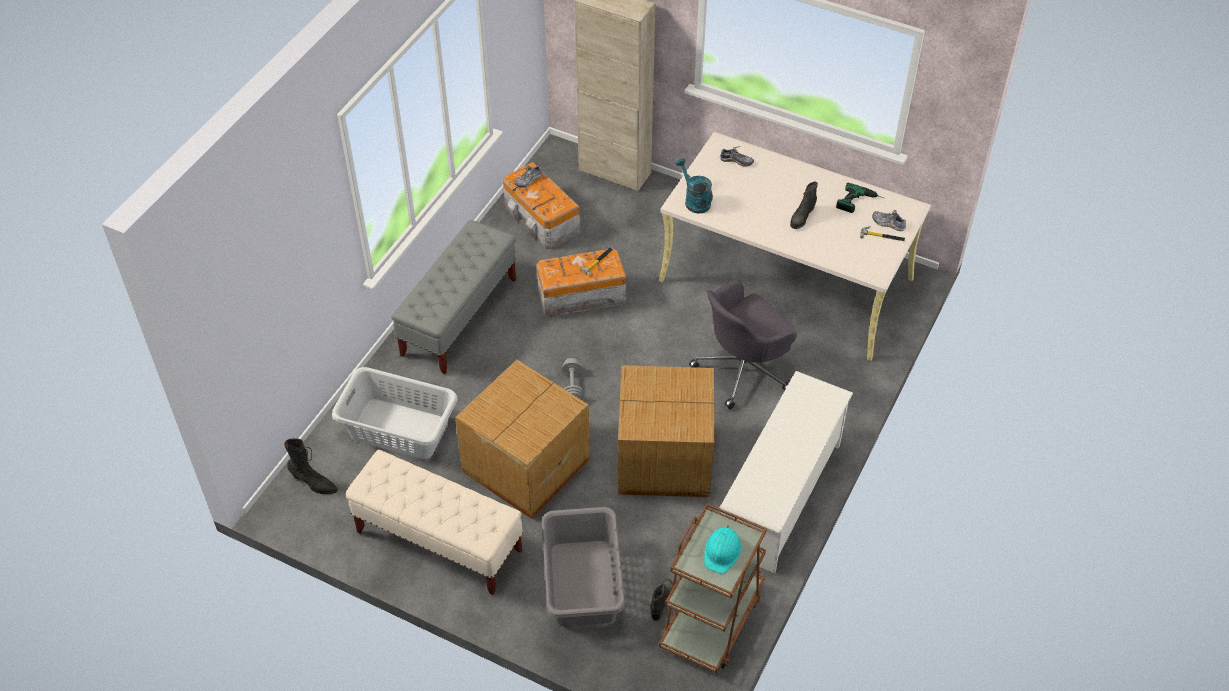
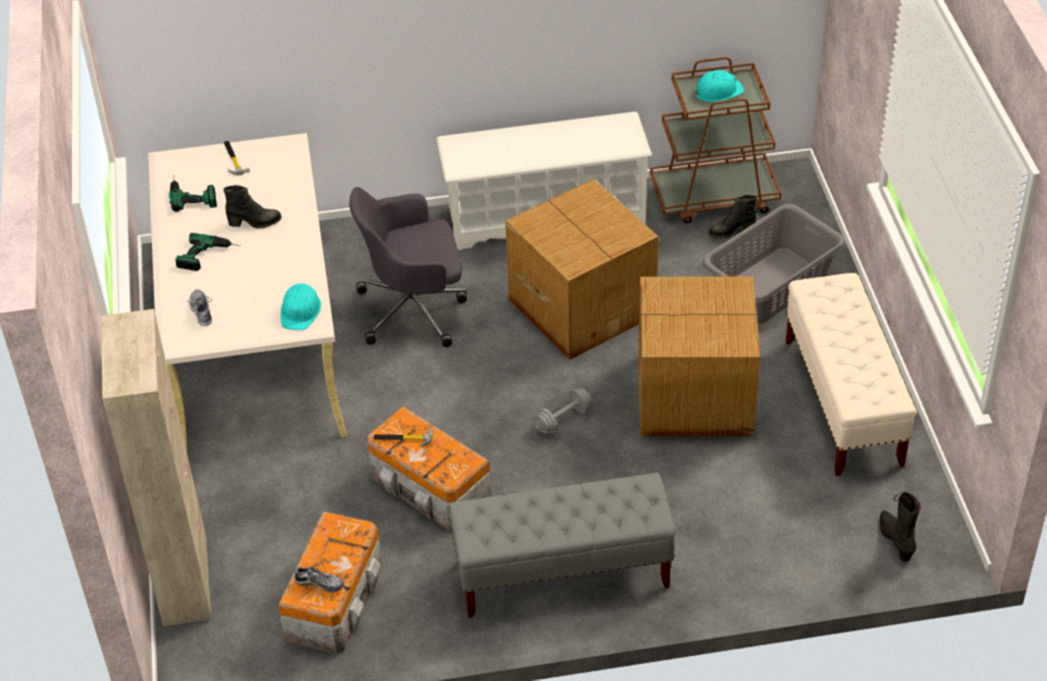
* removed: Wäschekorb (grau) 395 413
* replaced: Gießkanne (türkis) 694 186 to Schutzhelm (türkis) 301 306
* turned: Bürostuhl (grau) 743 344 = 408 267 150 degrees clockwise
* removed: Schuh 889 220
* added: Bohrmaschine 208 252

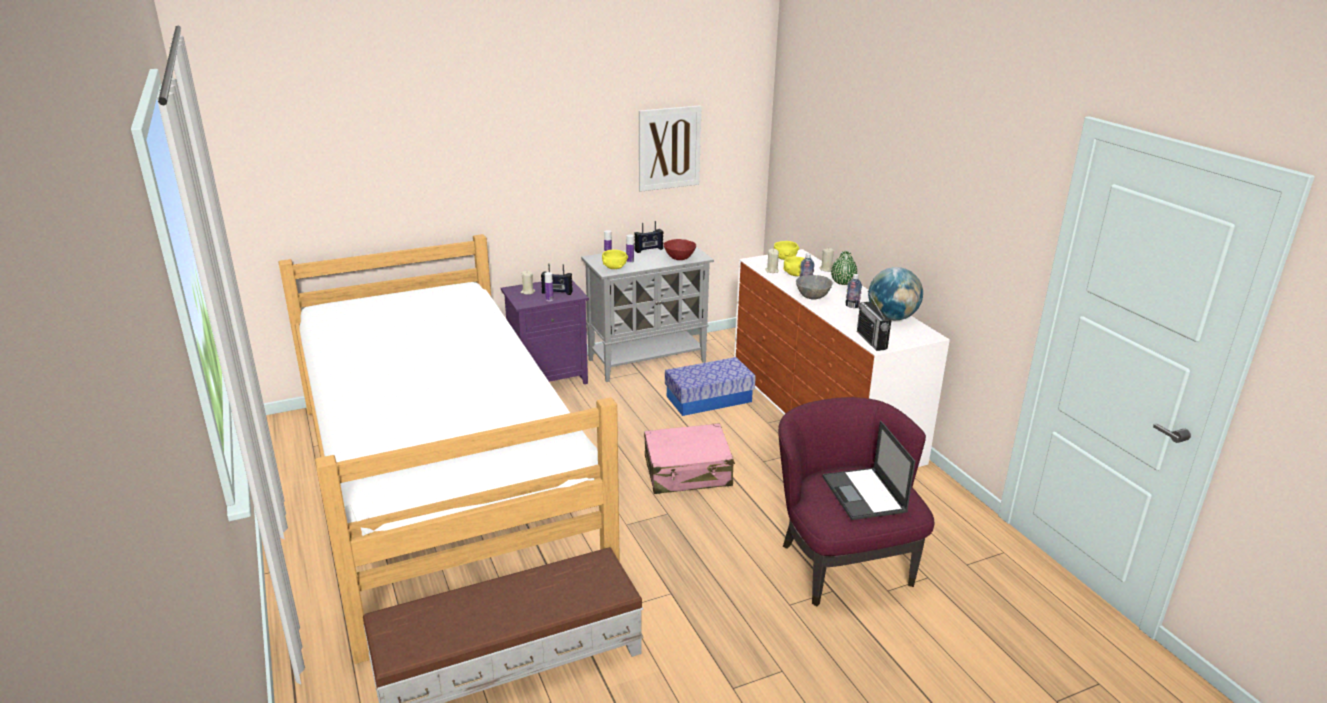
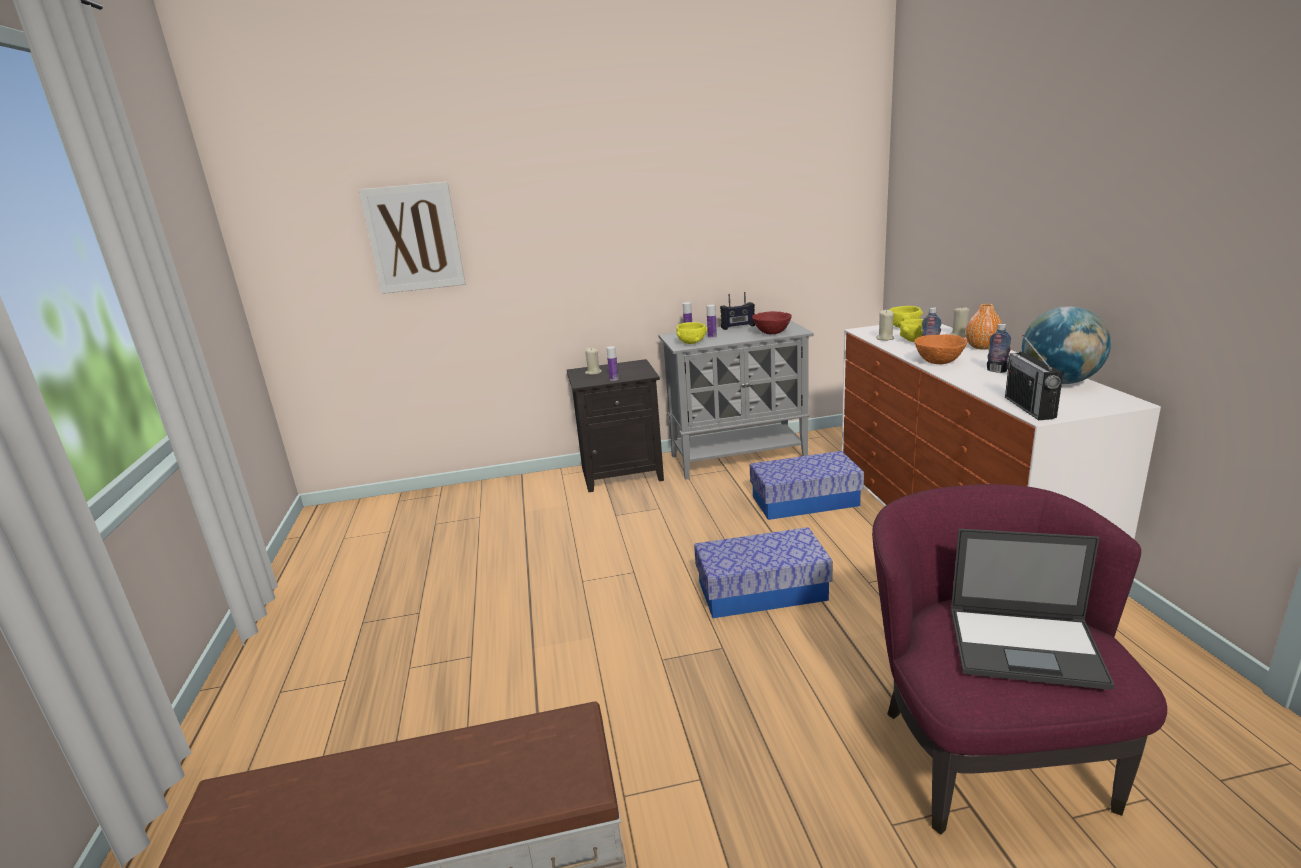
* removed: Bett 449 449
* recoloured: Nachttisch (lila) 545 332 to Nachttisch (schwarz) 615 425
* removed: Radio 557 279
* moved: Bild 670 148 to 412 237
* replaced: Koffer (rosa) 689 458 to Aufbewahrungsbox 763 572
* recoloured: Schüssel (grau) 814 287 to Schüssel (orange) 940 349
* turned: Laptop 869 470 = 1033 609 75 degrees counterclockwise
* recoloured: Vase (grün) 844 268 to Vase (orange) 983 327

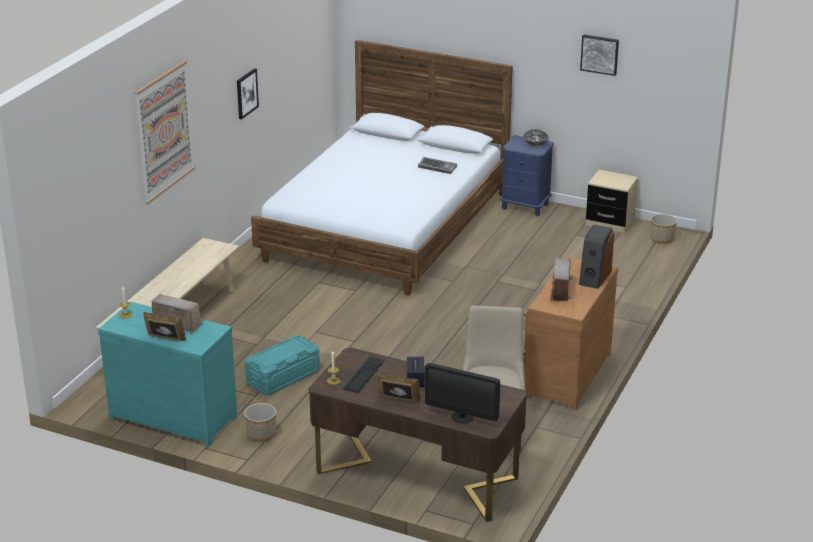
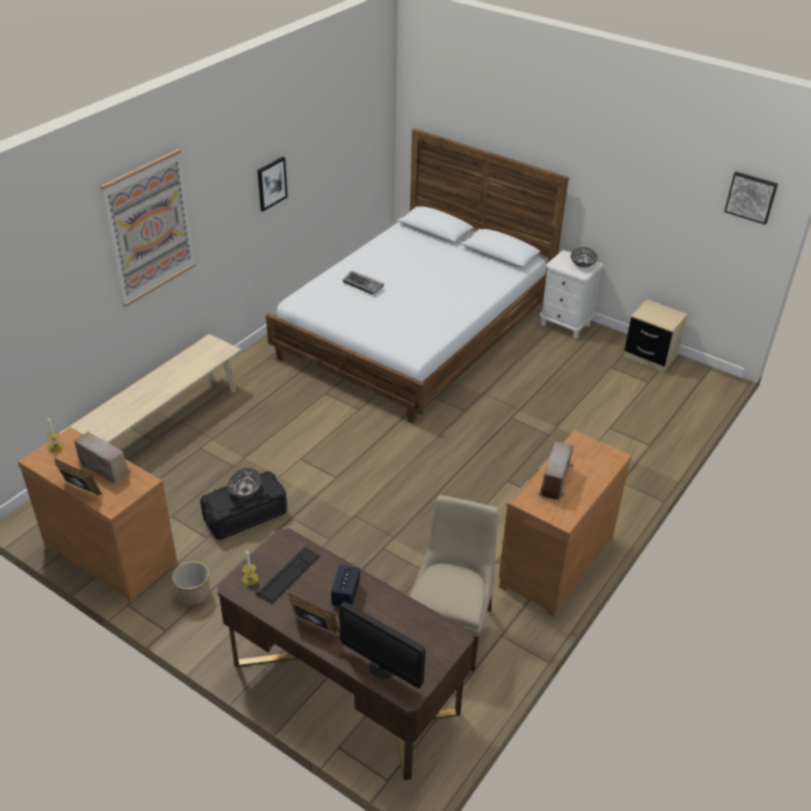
* recoloured: Kommode (türkis) 167 374 to Kommode (braun) 98 515
* recoloured: Aufbewahrungsbox (türkis) 282 365 to Aufbewahrungsbox (schwarz) 243 505
* moved: Tastatur 437 165 to 363 283
* recoloured: Nachttisch (blau) 527 175 to Nachttisch (weiß) 571 294
* removed: Lautsprecher 596 256
* moved: Bild 599 55 to 751 198
* removed: Pflanzkübel 664 229
* added: Schüssel 244 483

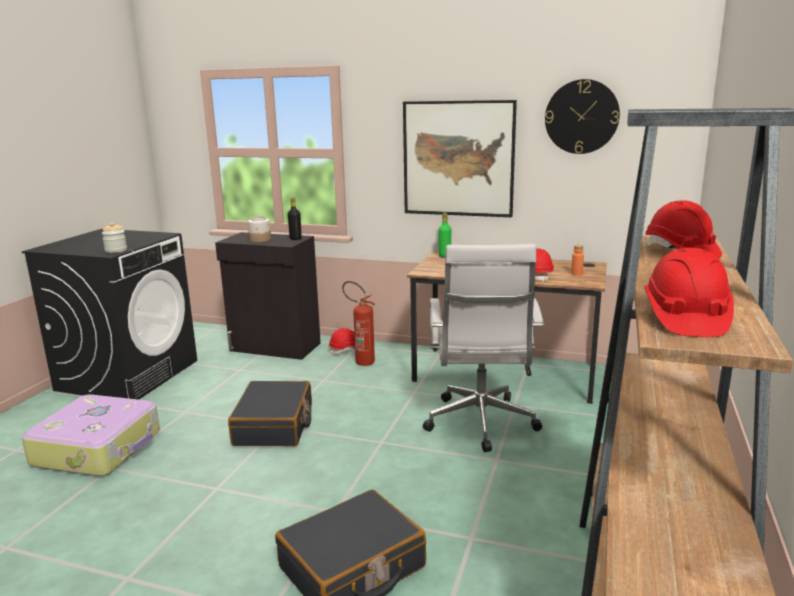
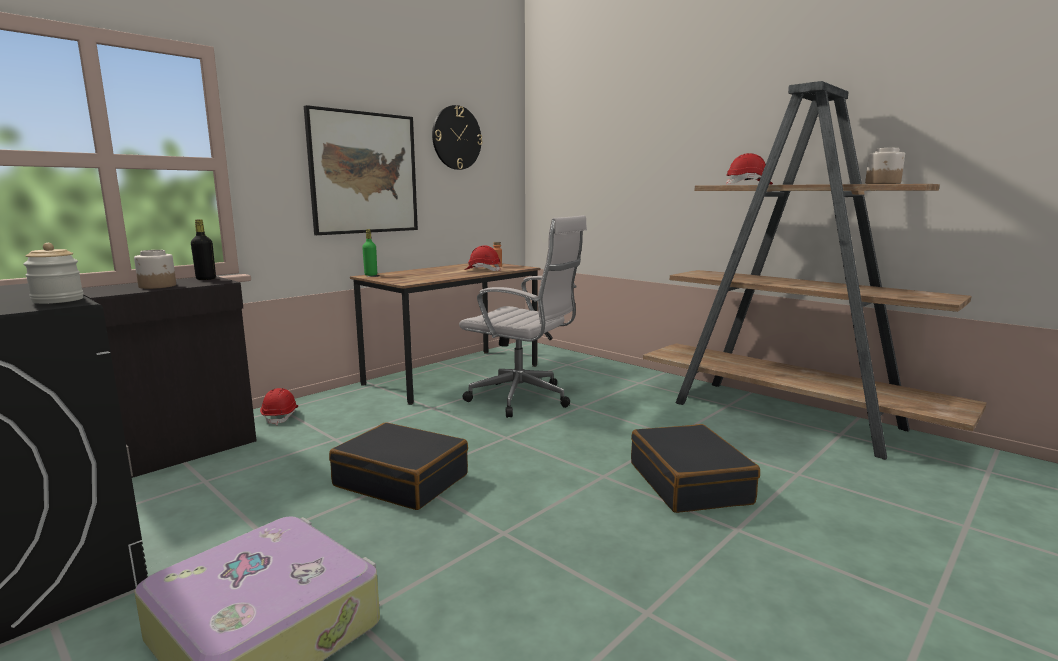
* removed: Feuerlöscher 358 323
* replaced: Schutzhelm (rot) 689 292 to Vorratsglas 885 166

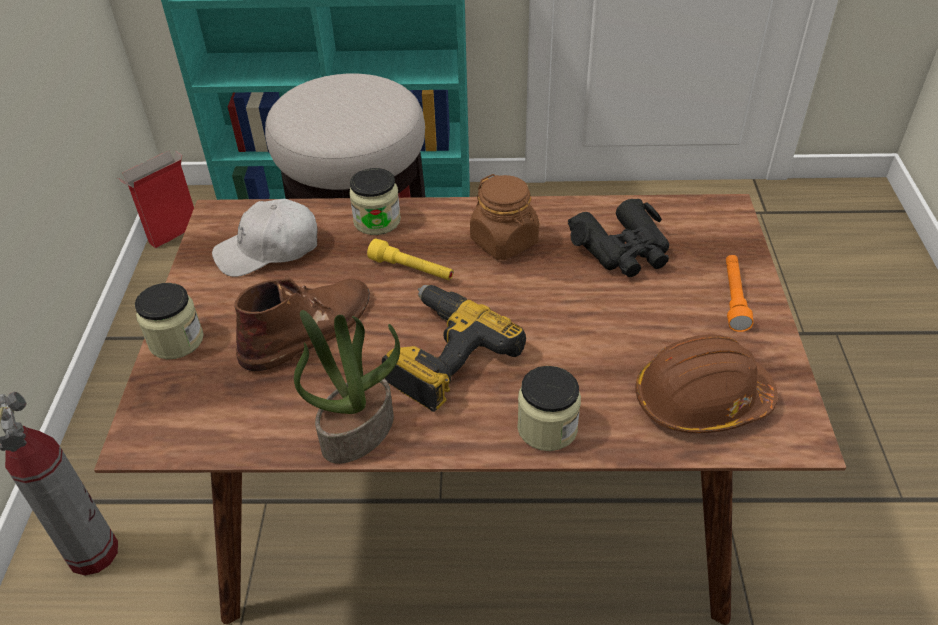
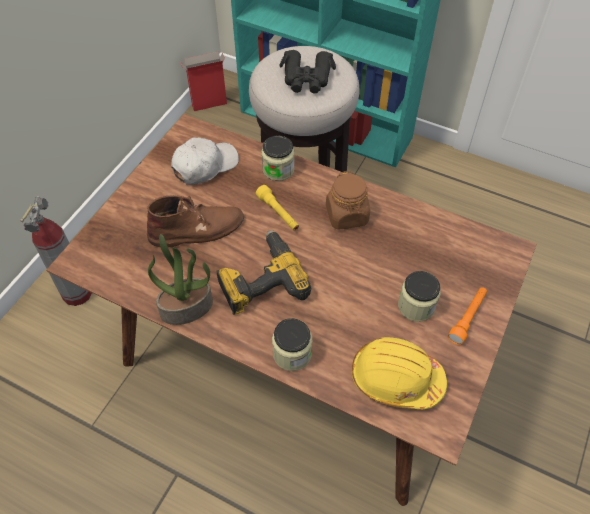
* moved: Vorratsglas 169 321 to 419 296
* turned: Kappe (weiß) 264 238 = 205 161 135 degrees clockwise
* moved: Fernglas (schwarz) 618 238 to 307 71
* recoloured: Schutzhelm (braun) 706 384 to Schutzhelm (gelb) 399 373

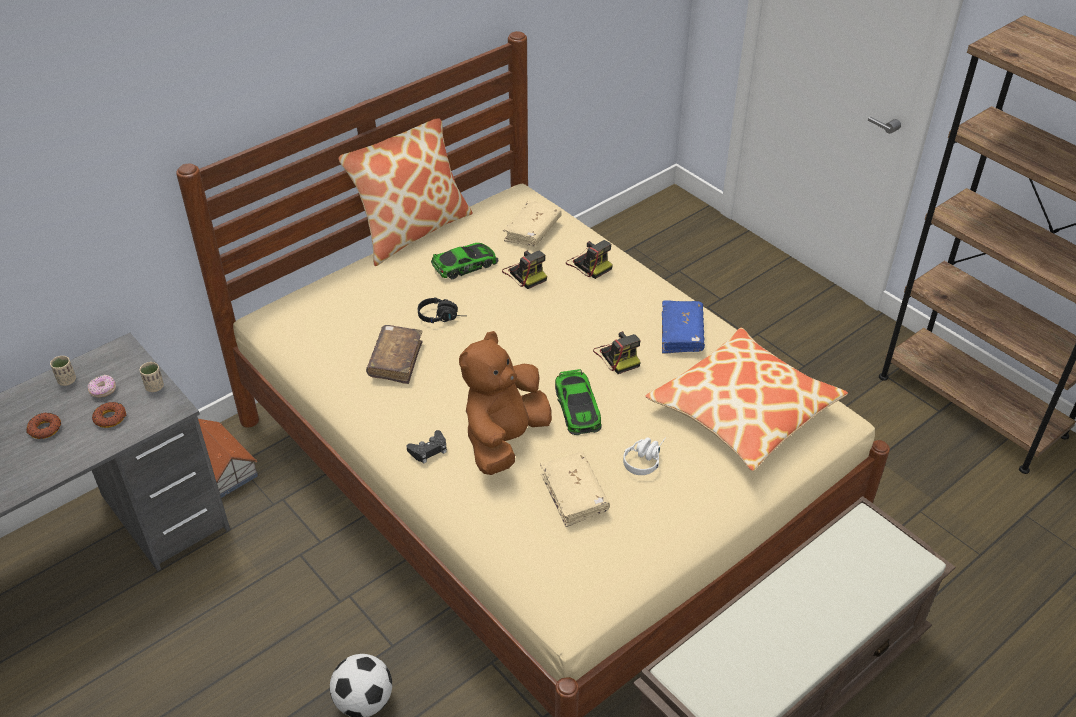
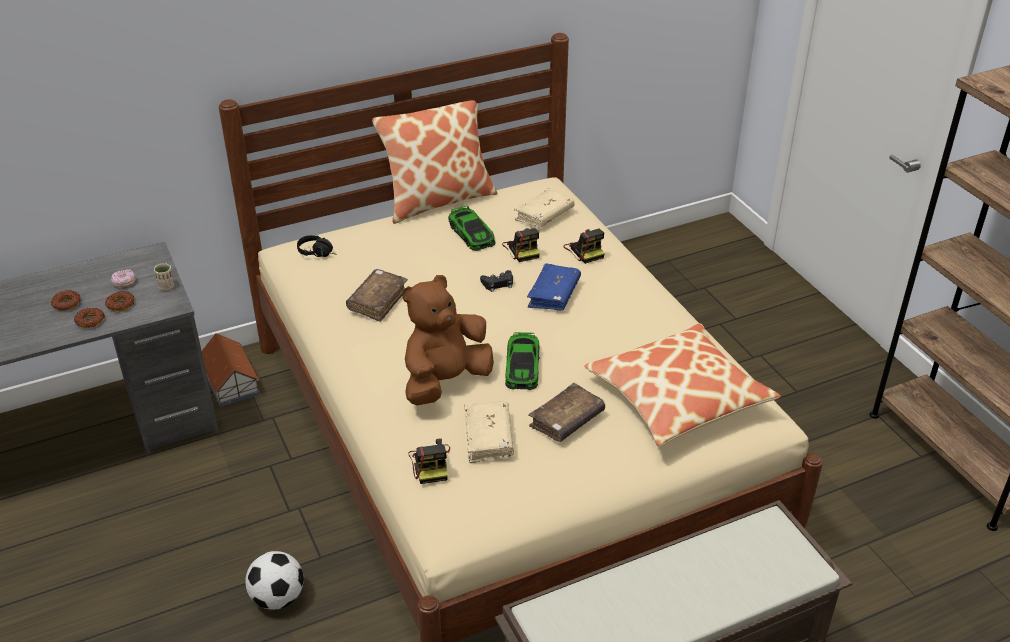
* removed: Tasse (beige) 63 371
* moved: Gamepad (schwarz) 427 447 to 496 281
* moved: Kopfhörer (schwarz) 441 310 to 317 246
* turned: Spielzeugauto 464 261 = 472 228 75 degrees clockwise
* moved: Kamera 617 352 to 429 461
* replaced: Kopfhörer (weiß) 644 456 to Buch (braun) 566 412
* moved: Buch (blau) 683 327 to 554 287
* added: Donut 89 317

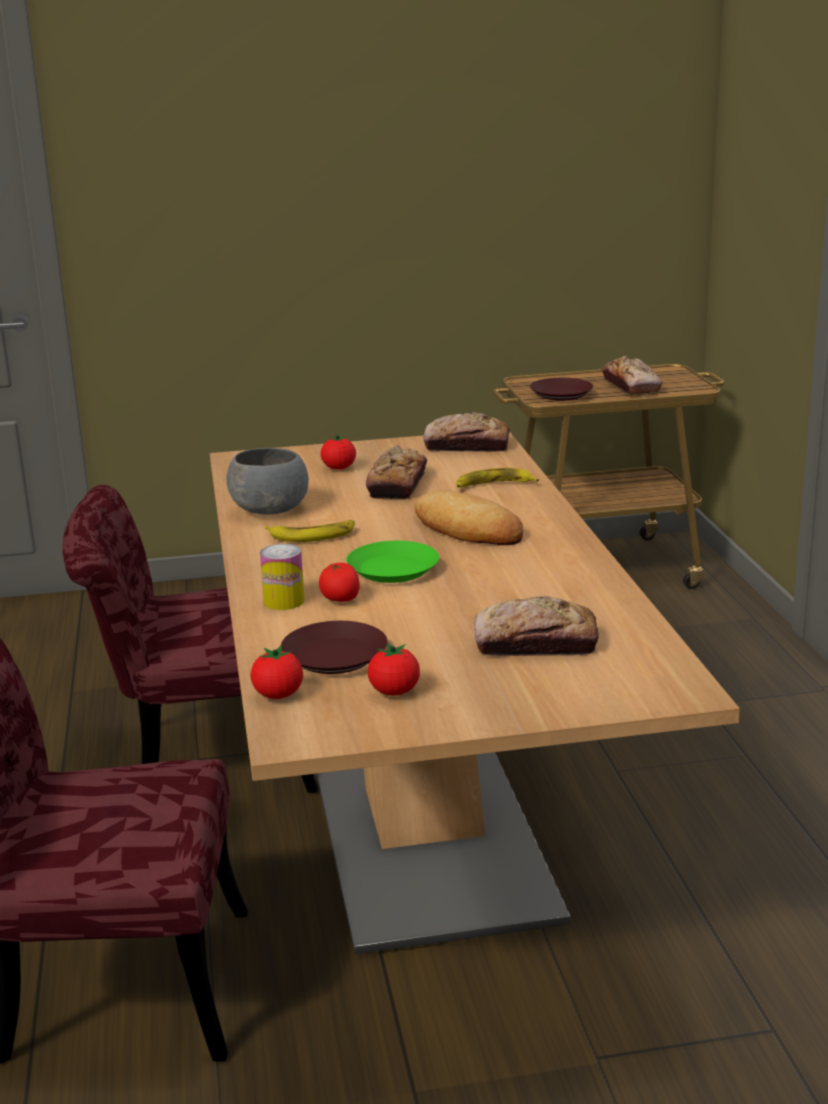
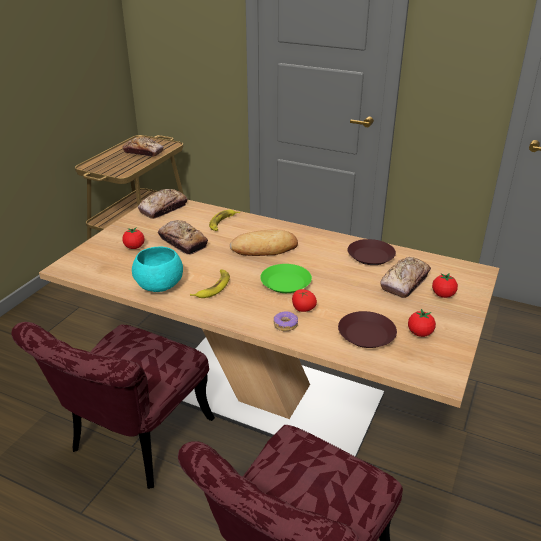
* recoloured: Schüssel (grau) 267 481 to Schüssel (türkis) 157 269
* moved: Tomate 277 672 to 445 285
* replaced: Dose 282 577 to Donut 286 321
* moved: Teller (braun) 561 389 to 371 252

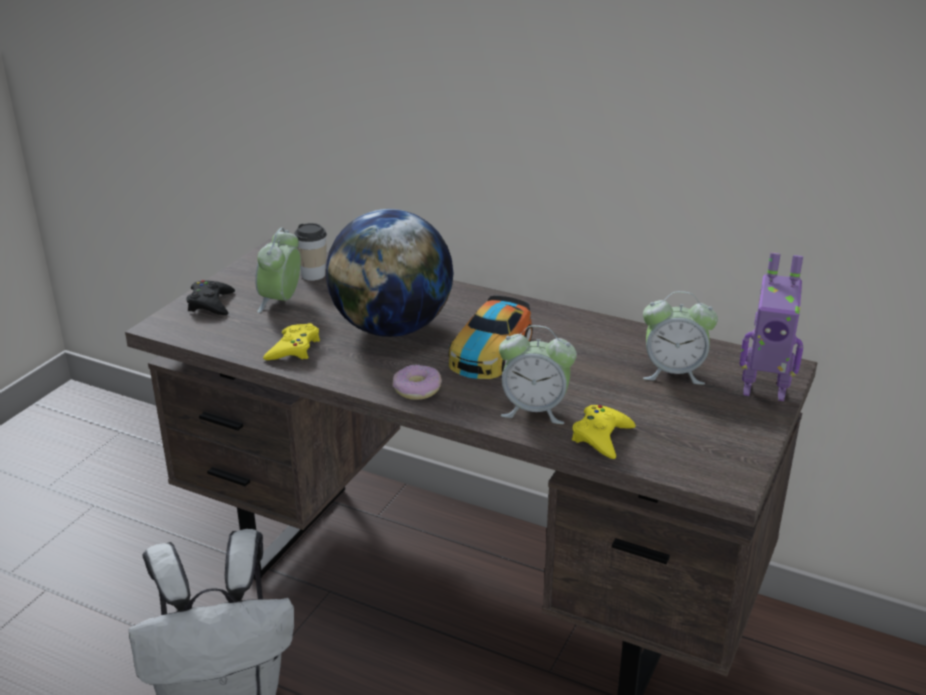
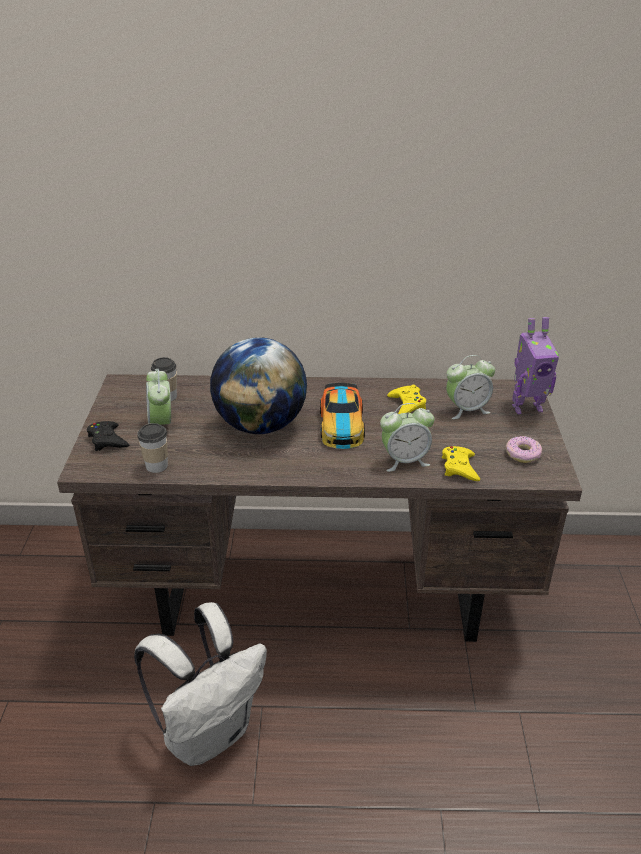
* moved: Gamepad (gelb) 291 341 to 406 399
* moved: Donut 417 382 to 524 449
* added: Tasse 152 448

